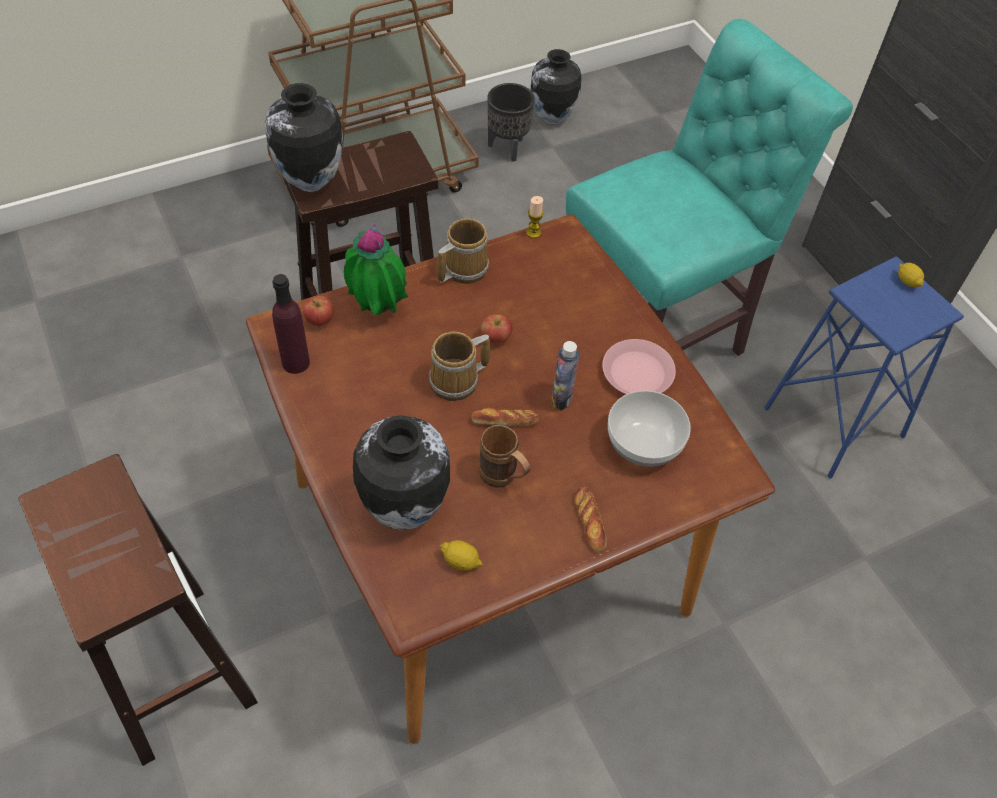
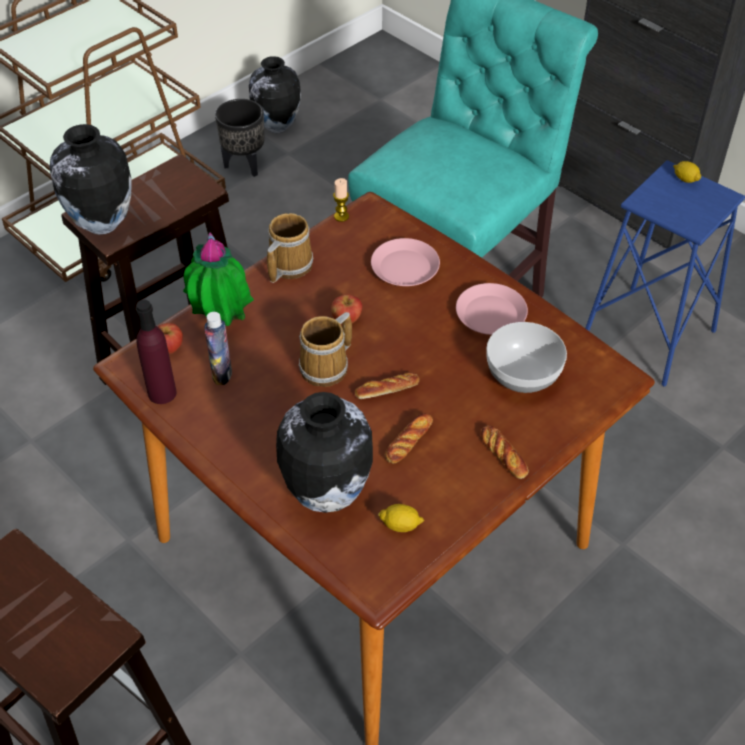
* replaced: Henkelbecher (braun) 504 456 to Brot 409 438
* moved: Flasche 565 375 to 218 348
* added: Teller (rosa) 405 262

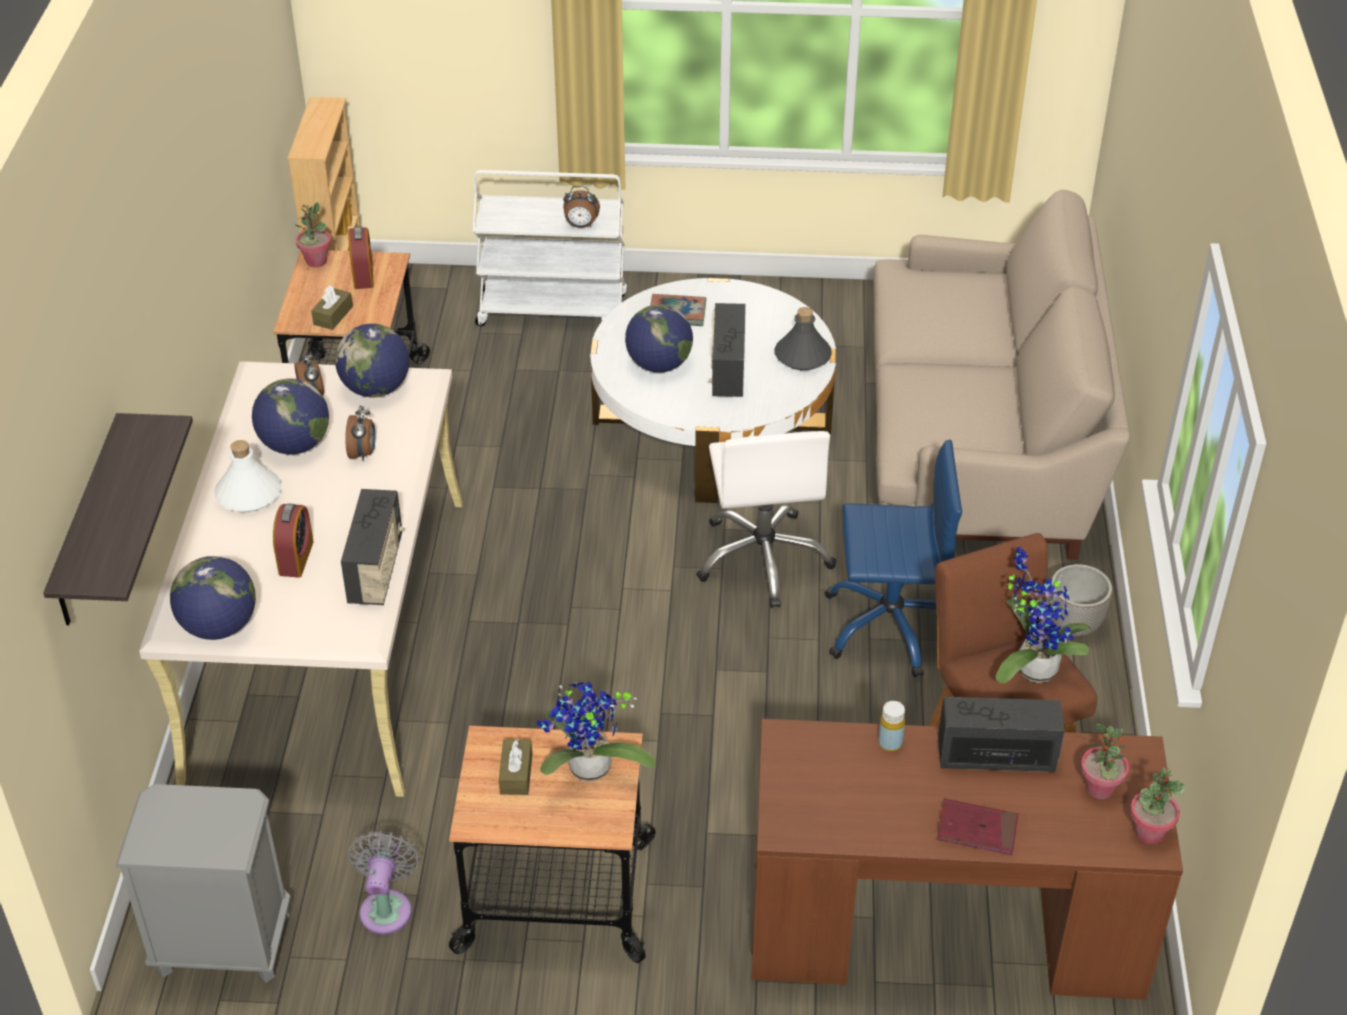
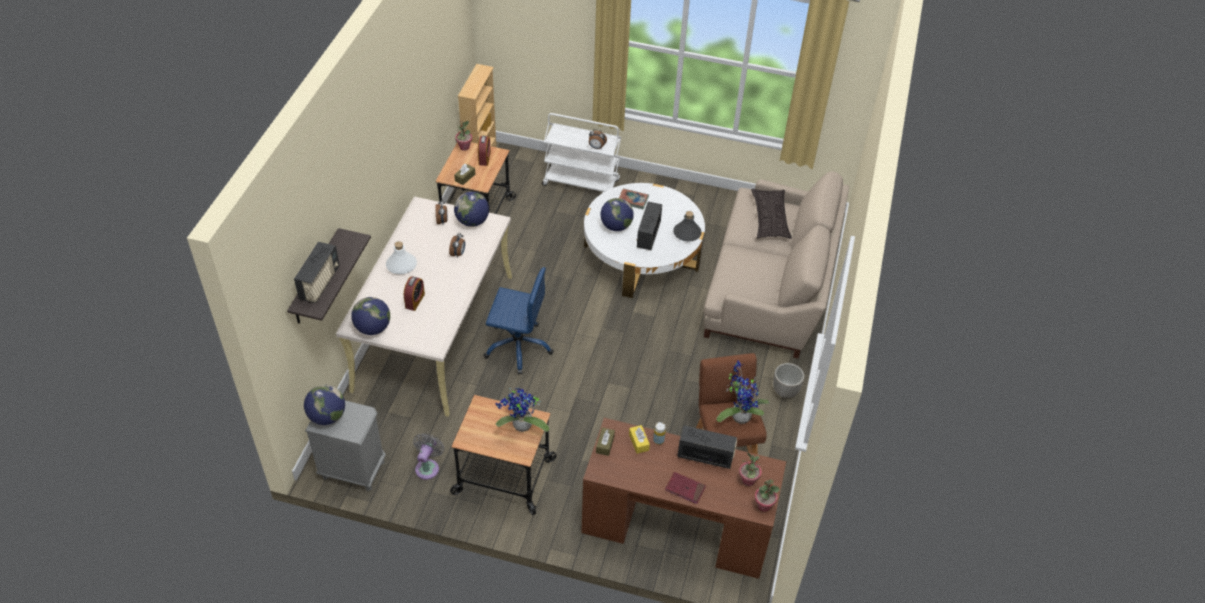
* moved: Globus 290 416 to 324 405
* moved: Radio 372 547 to 317 272
* moved: Taschentuchbox (braun) 515 767 to 605 441
* removed: Bürostuhl (weiß) 766 519
* moved: Bürostuhl (blau) 893 558 to 519 320
* added: Taschentuchbox (gelb) 639 439
* added: Kissen 771 214

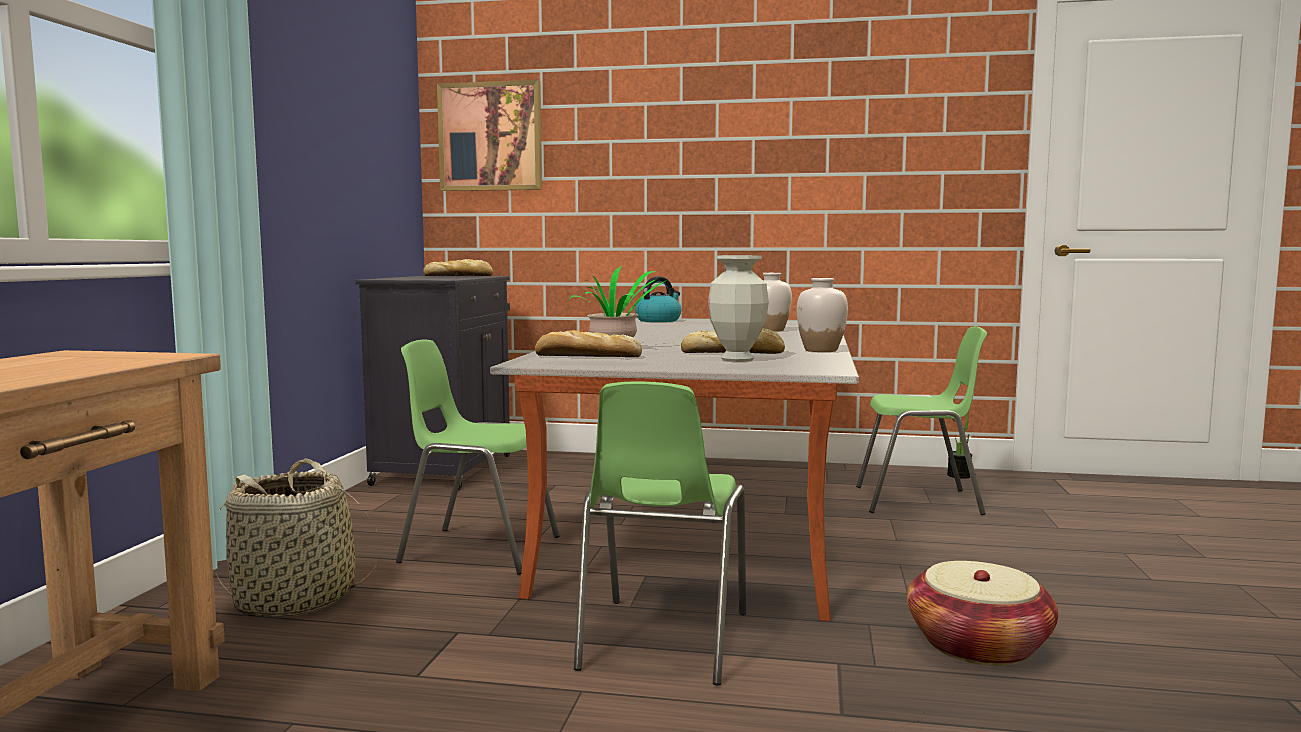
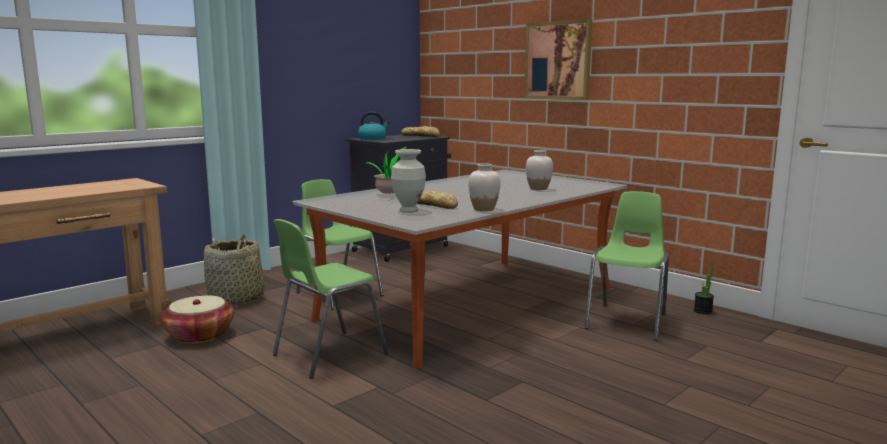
* moved: Bild 489 135 to 558 59
* removed: Brot 588 343
* moved: Wasserkessel 658 299 to 374 126
* turned: Stuhl (grün) 921 420 = 626 265 105 degrees counterclockwise
* moved: Korb 982 613 to 197 319

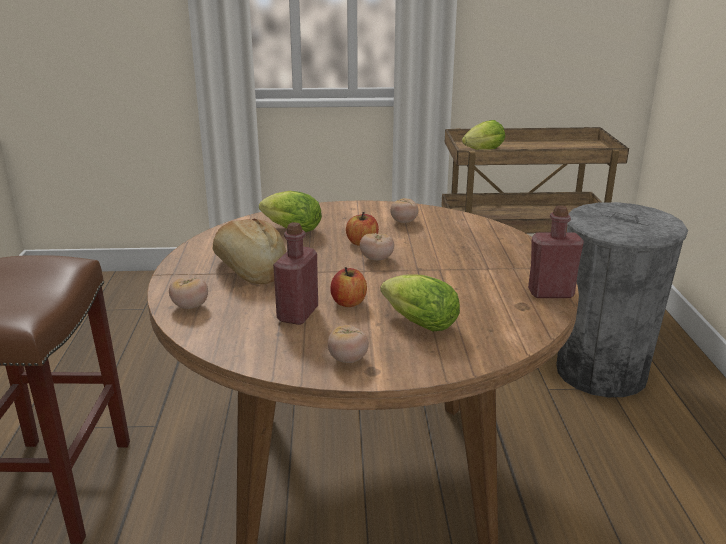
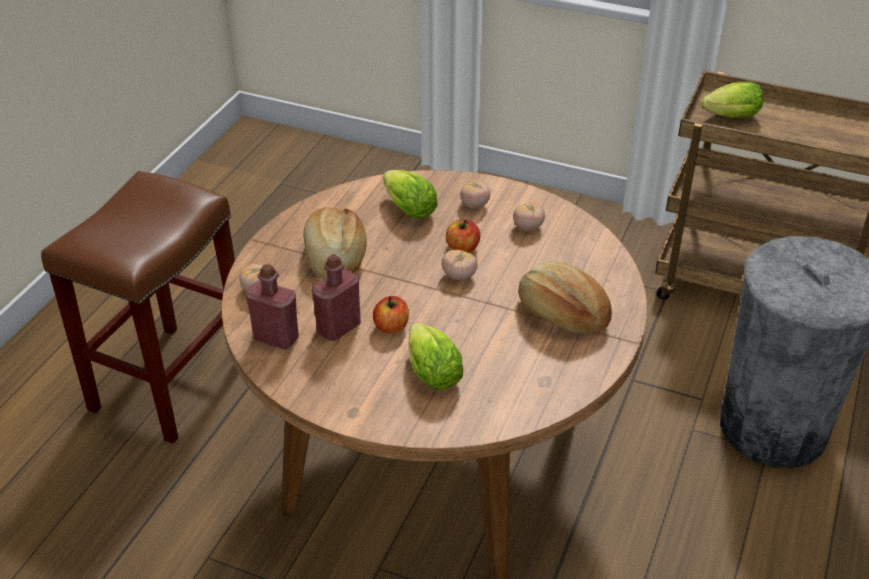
* moved: Tomate 348 344 to 475 194
* moved: Flasche (rot) 556 251 to 272 307
* added: Brot 565 297

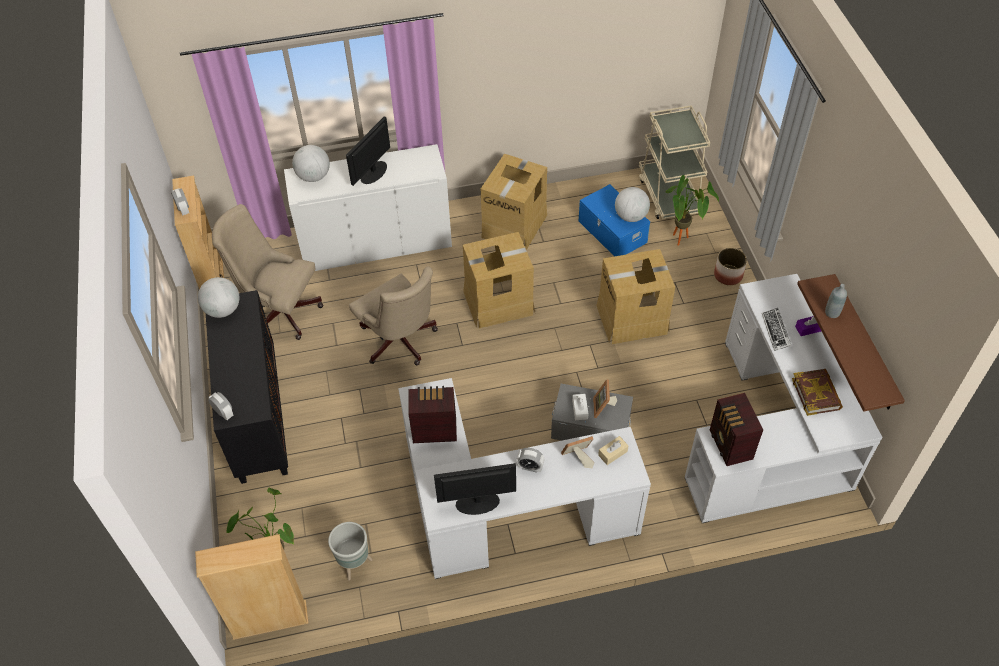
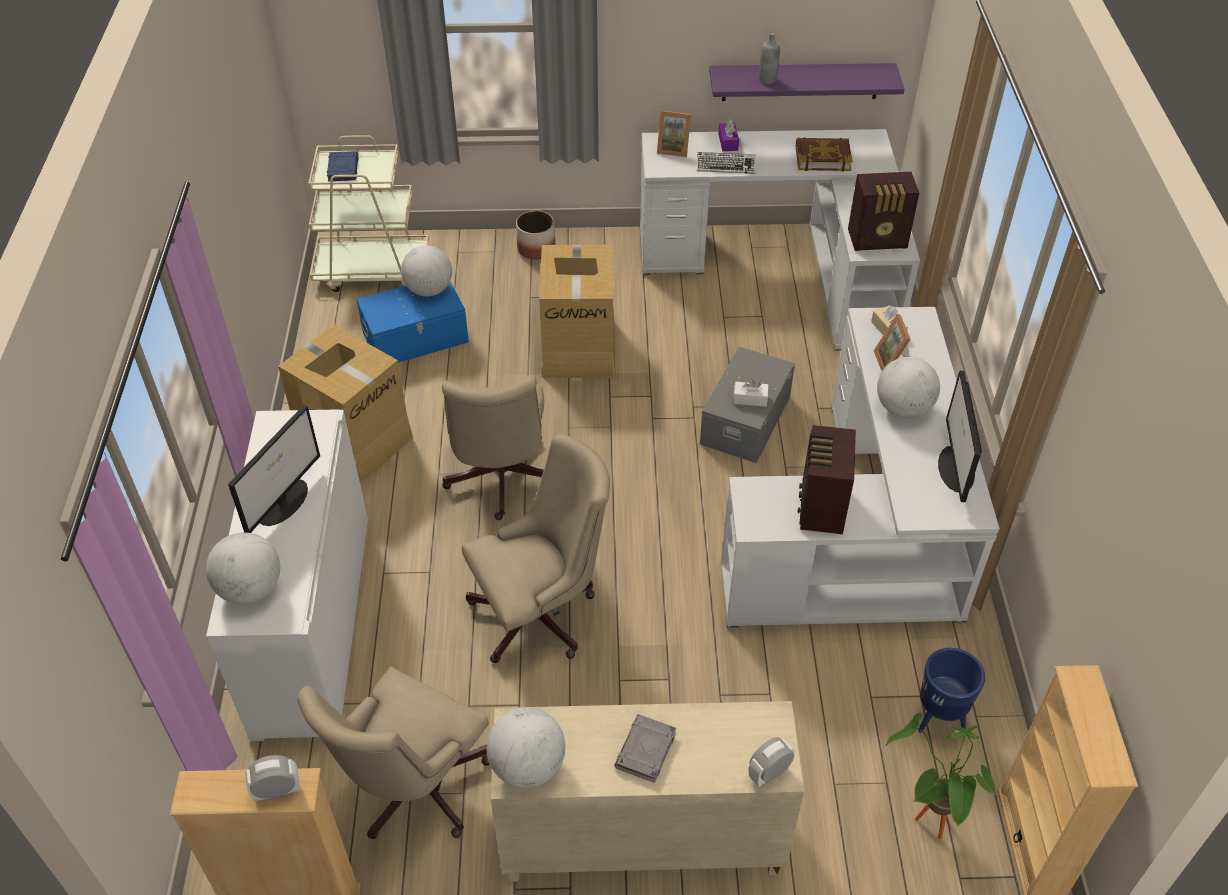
* recoloured: Schrank (schwarz) 247 387 to Schrank (beige) 647 791
* recoloured: Pflanzkübel (grau) 350 551 to Pflanzkübel (blau) 951 690
* turned: Monitor 368 151 = 274 469 105 degrees counterclockwise
* replaced: Karton 499 280 to Bürostuhl (beige) 493 447
* replaced: Wecker 530 460 to Globus 908 387
* moved: Bilderrahmen 605 398 to 674 134
* removed: Topfpflanze 692 210
* recoloured: Wandregal (braun) 851 343 to Wandregal (lila) 807 82
* added: Buch (blau) 343 166
* added: Buch (grau) 645 748

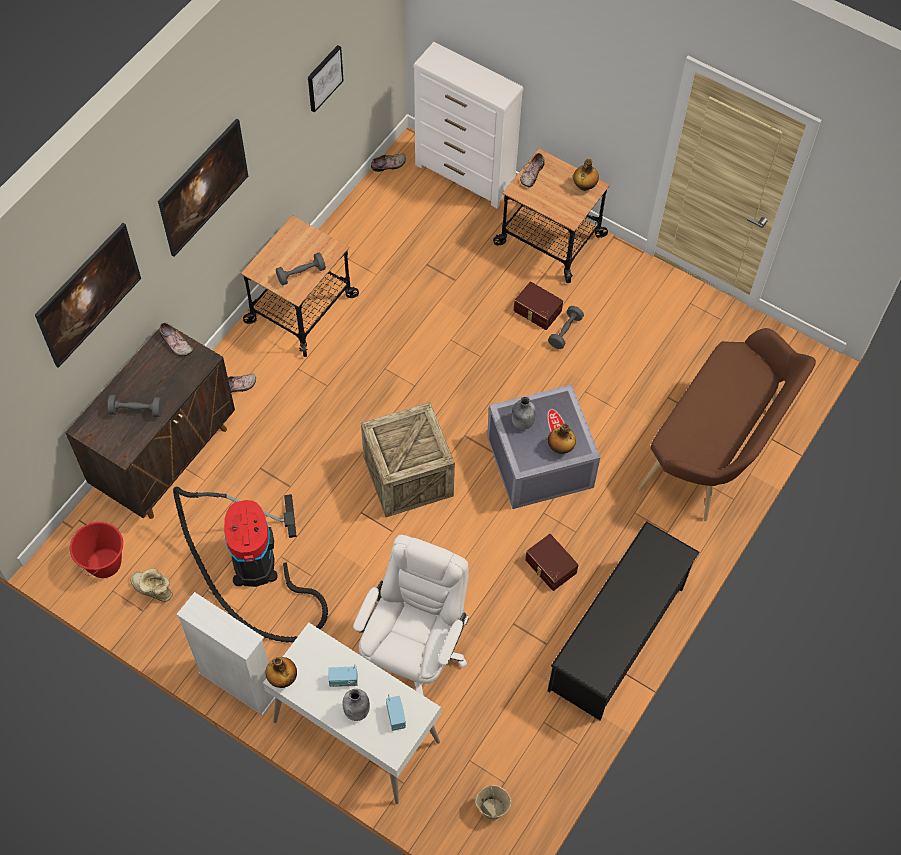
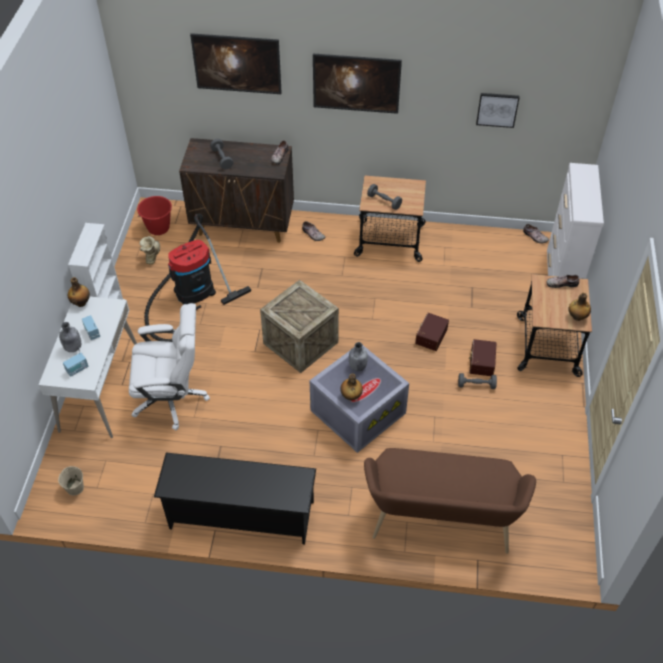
* moved: Aufbewahrungsbox (braun) 551 562 to 432 332

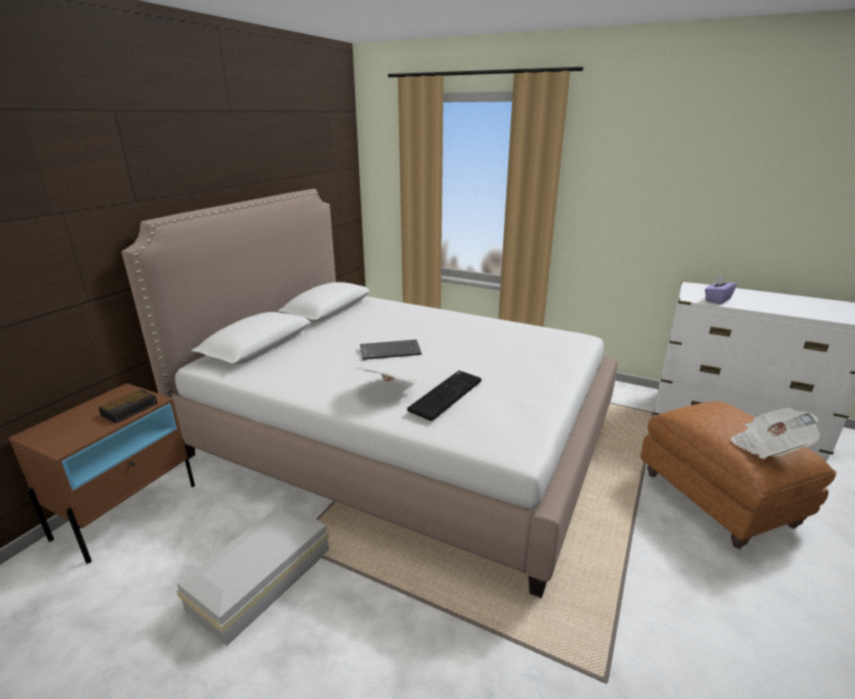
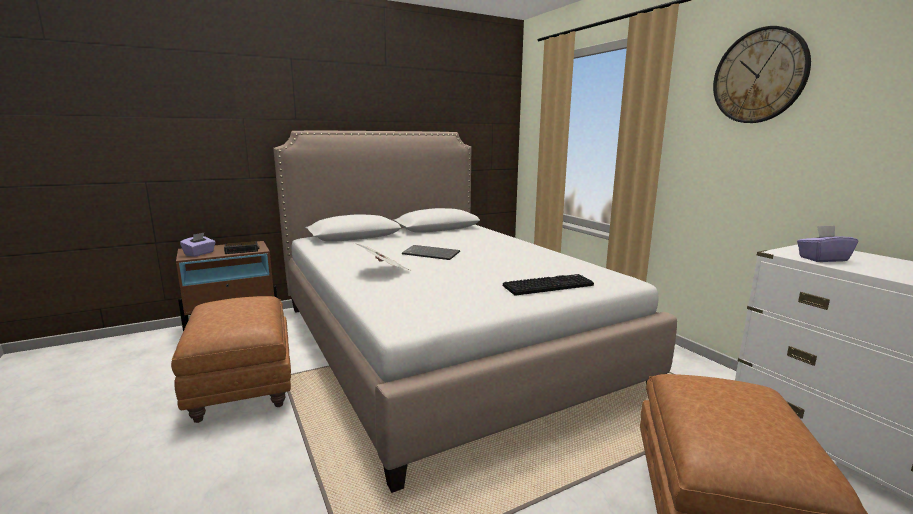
* replaced: Aufbewahrungsbox (weiß) 253 574 to Polsterhocker (braun) 231 359
* moved: Tastatur 444 396 to 548 285
* removed: Zeitung 775 433
* added: Taschentuchbox (lila) 197 245
* added: Wanduhr 762 74

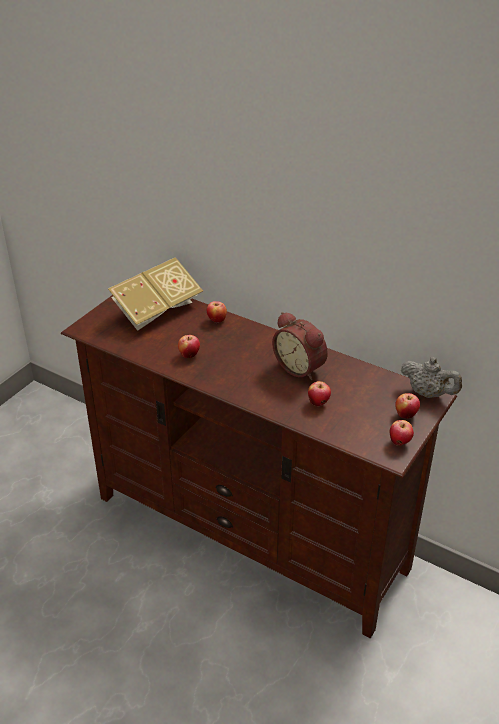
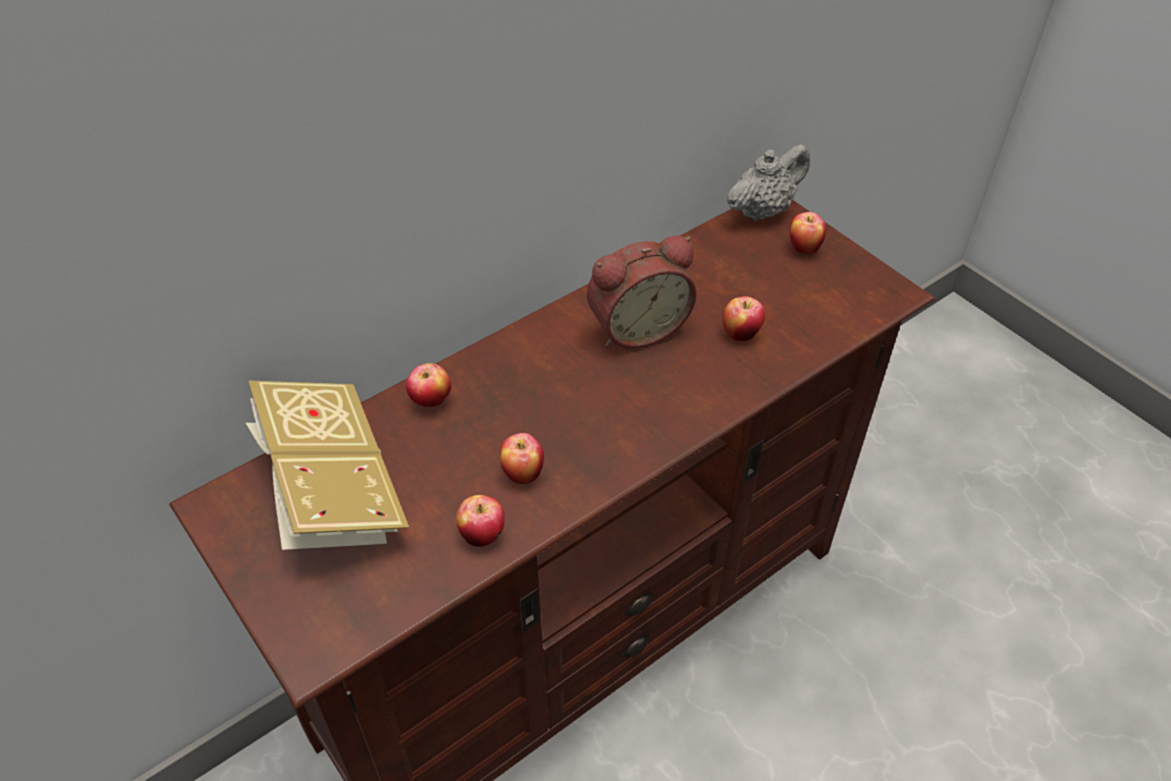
* moved: Apfel 402 433 to 480 521

